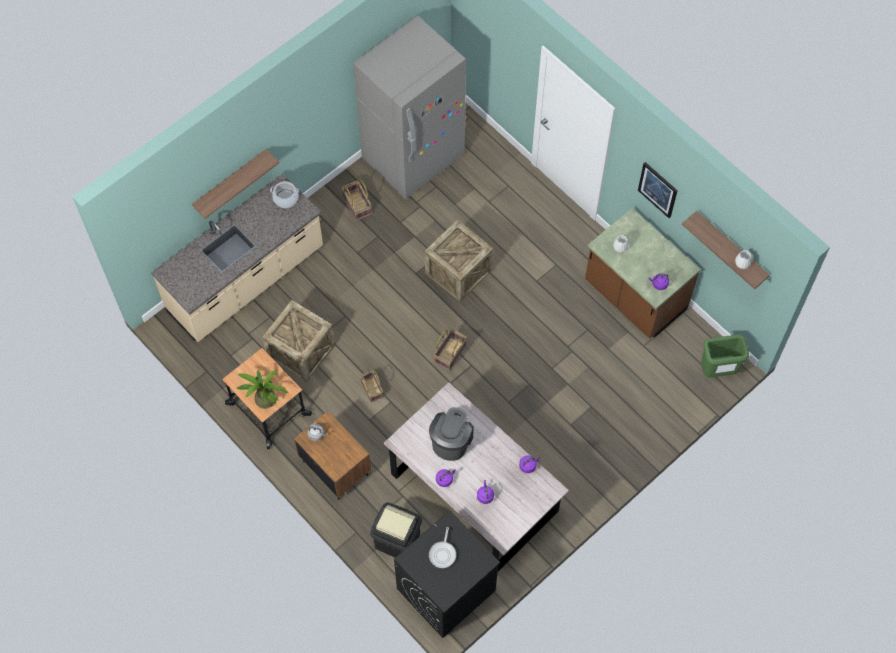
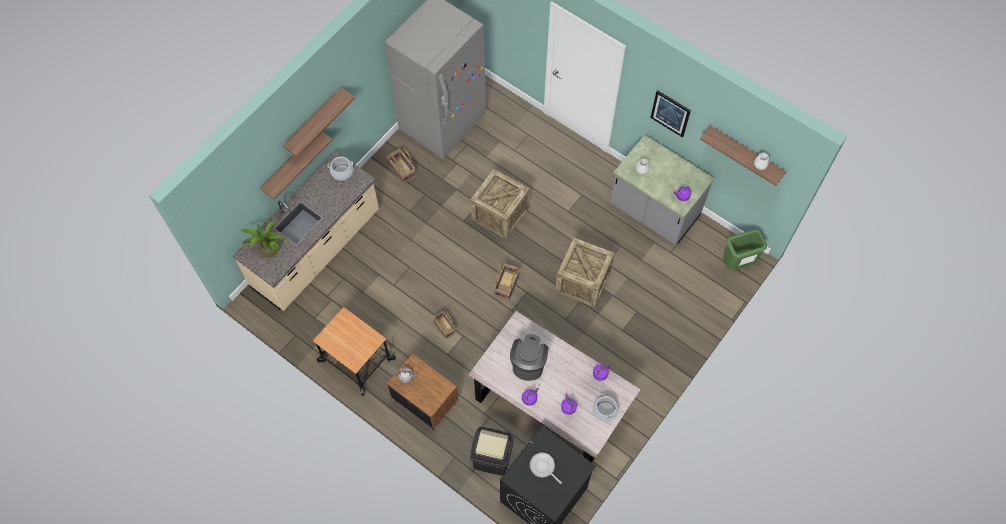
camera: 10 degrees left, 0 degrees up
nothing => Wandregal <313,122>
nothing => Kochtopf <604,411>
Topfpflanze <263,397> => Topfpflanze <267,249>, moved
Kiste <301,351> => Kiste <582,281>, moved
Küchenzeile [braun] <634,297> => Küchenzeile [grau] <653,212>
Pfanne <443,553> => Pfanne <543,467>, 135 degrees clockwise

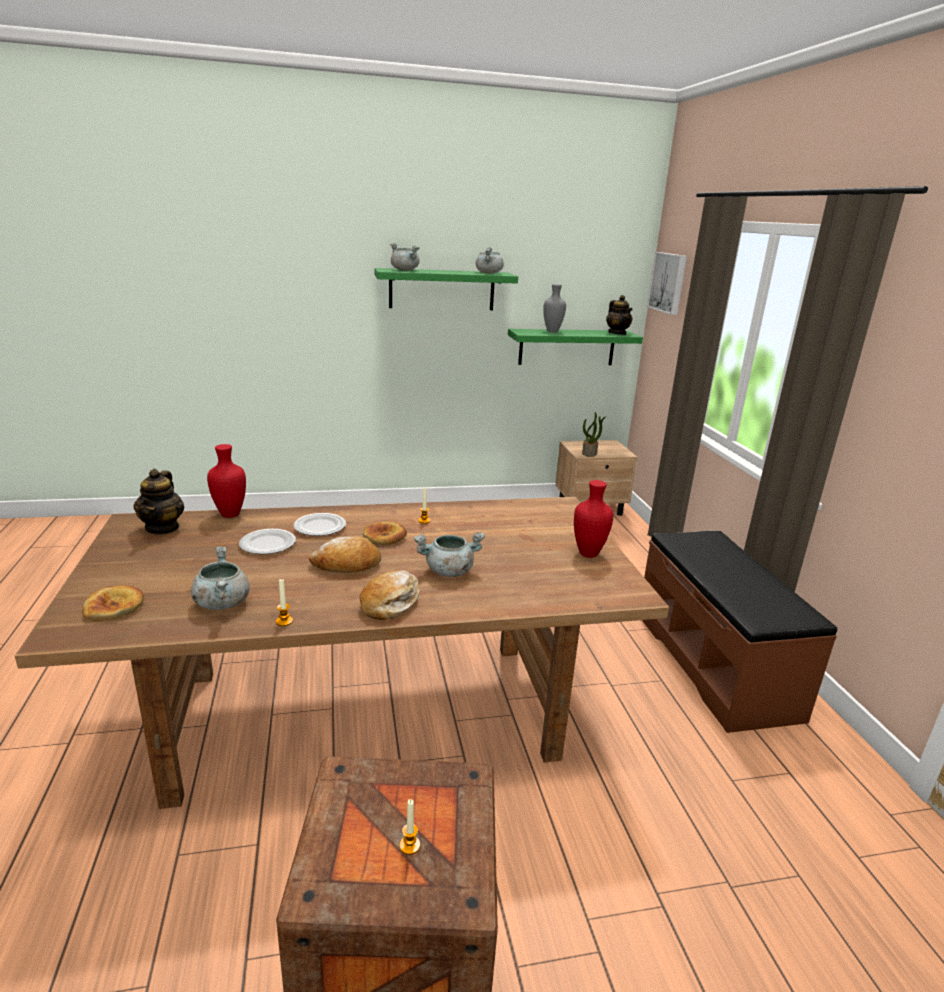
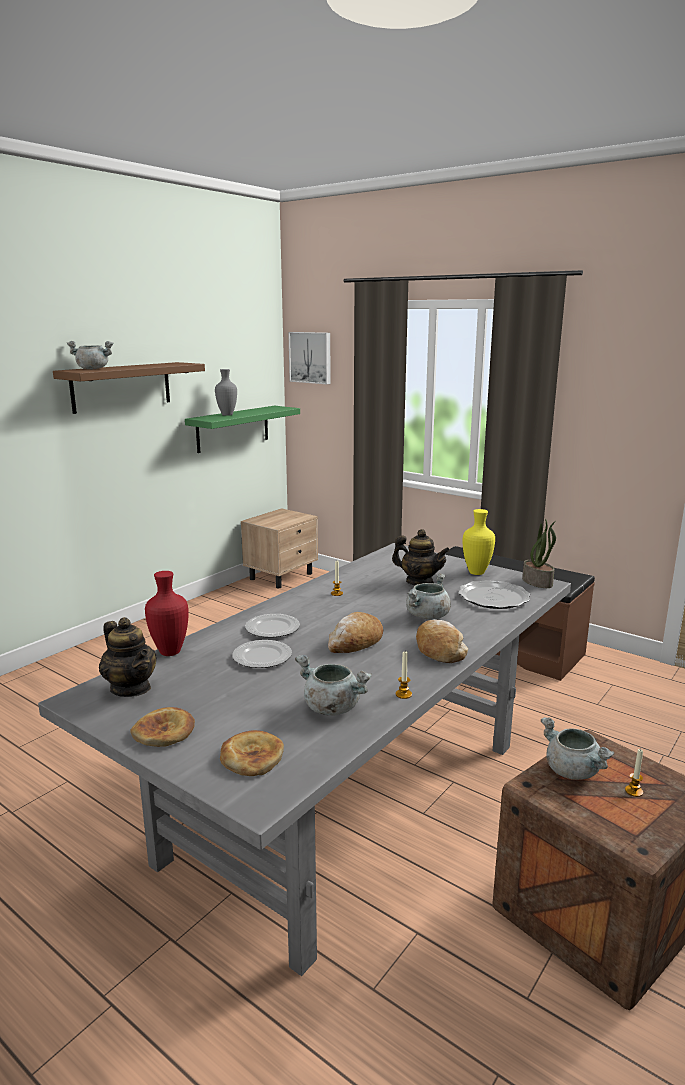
camera: 40 degrees left, 5 degrees down
nothing => Teller <493,598>
Brot <384,537> => Brot <164,732>, moved
Kochtopf [grau] <489,273> => Kochtopf [grau] <573,771>, moved
Topfpflanze <589,453> => Topfpflanze <538,582>, moved
Teekanne <617,333> => Teekanne <419,582>, moved
Esstisch [braun] <370,714> => Esstisch [grau] <352,797>
Wandregal [grün] <442,289> => Wandregal [braun] <121,387>
Vase [rot] <588,554> => Vase [gelb] <477,573>

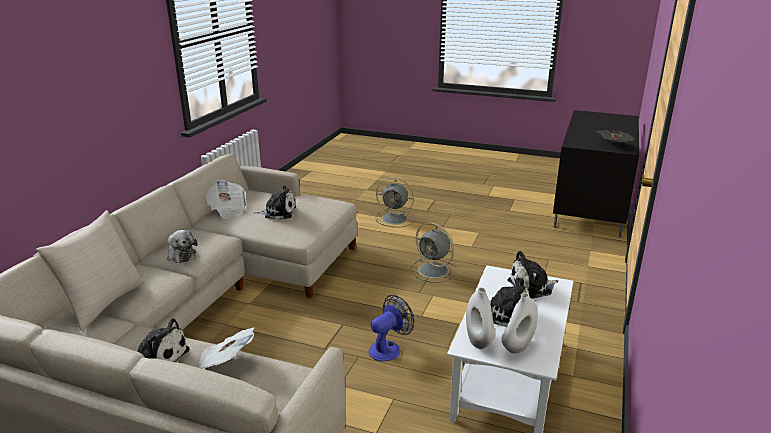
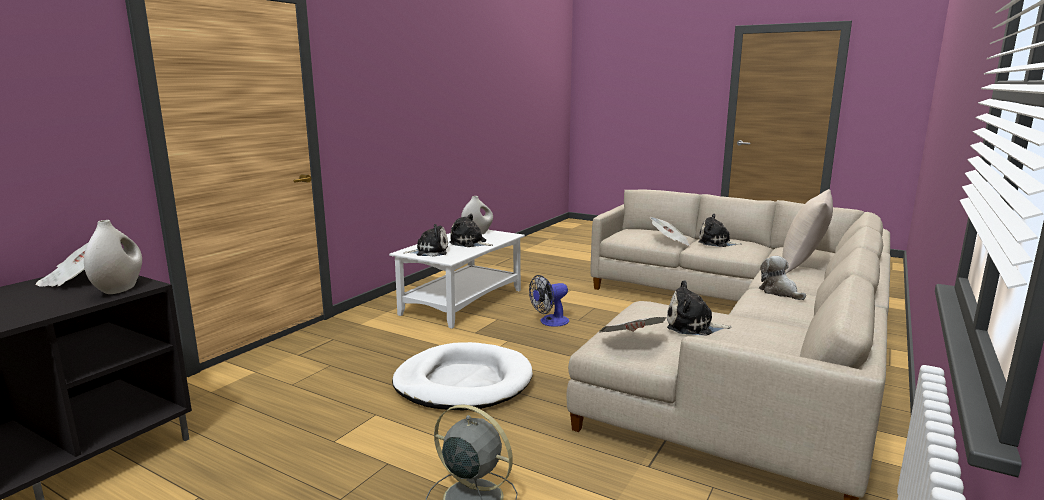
camera: 170 degrees left, 10 degrees down
Zeitung <227,210> => Zeitung <630,342>, moved
Vase [weiß] <479,341> => Vase [weiß] <119,289>, moved
Ventilator [grau] <434,271> => Hundebett [weiß] <463,382>

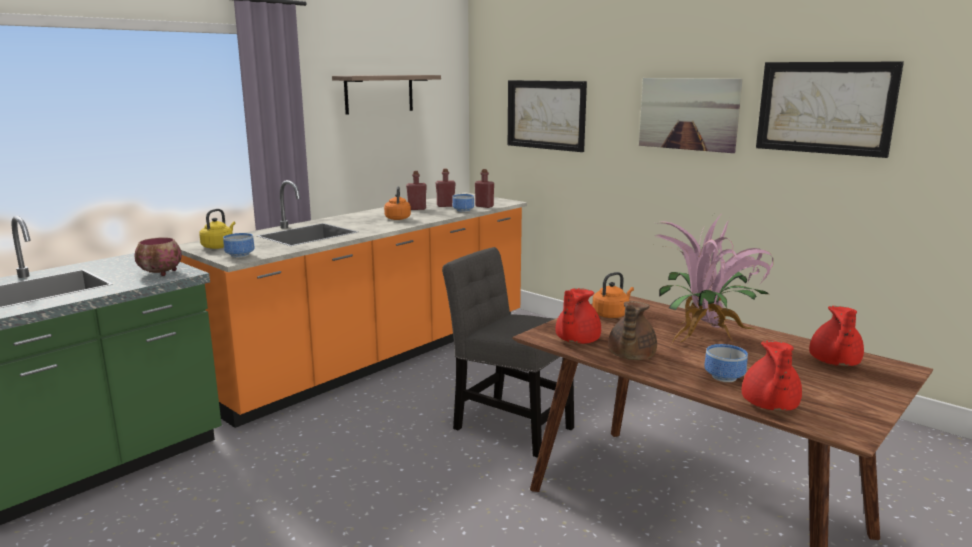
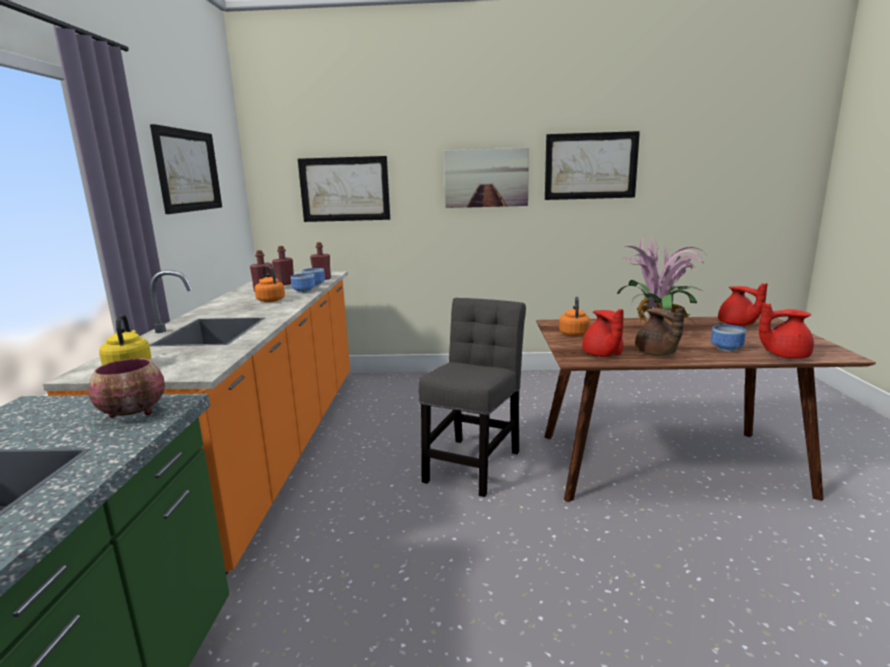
camera: 40 degrees left, 0 degrees up
Schüssel <241,255> => Schüssel <305,291>, moved
Wandregal <379,94> => Bild <188,171>
Stuhl [grau] <508,425> => Stuhl [grau] <474,463>, 120 degrees clockwise
Teekanne [rot] <769,405> => Teekanne [rot] <783,355>, 120 degrees clockwise

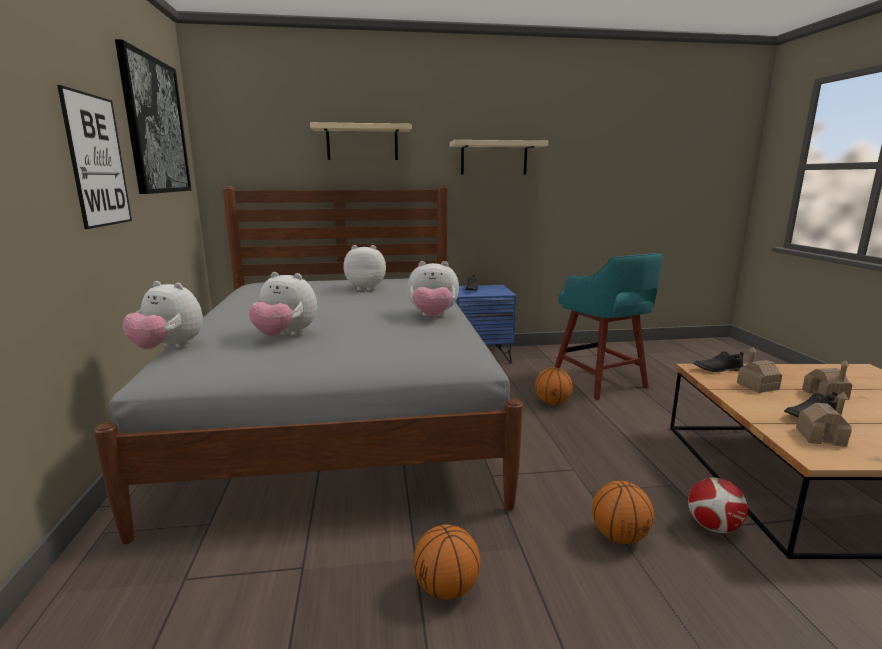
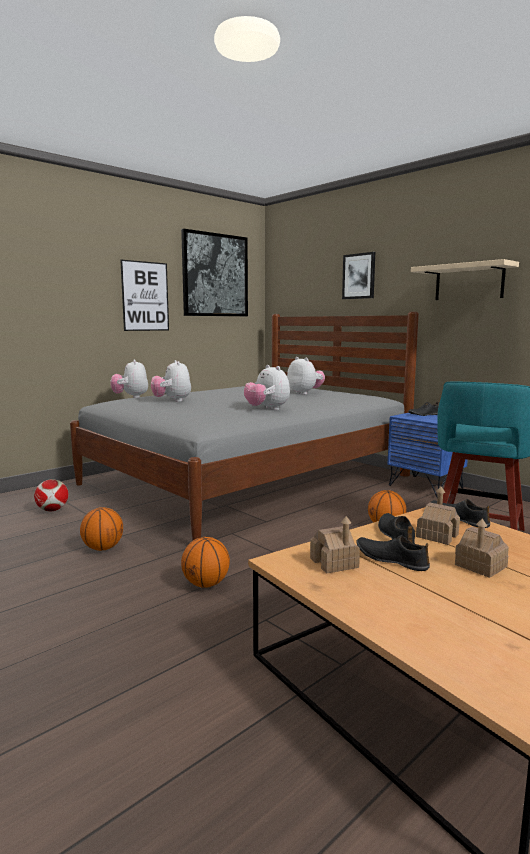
camera: 55 degrees right, 5 degrees down
nothing => Schuh [schwarz] <396,536>
Fußball <713,527> => Fußball <52,510>, moved
Wandregal [beige] <362,143> => Bild <359,276>

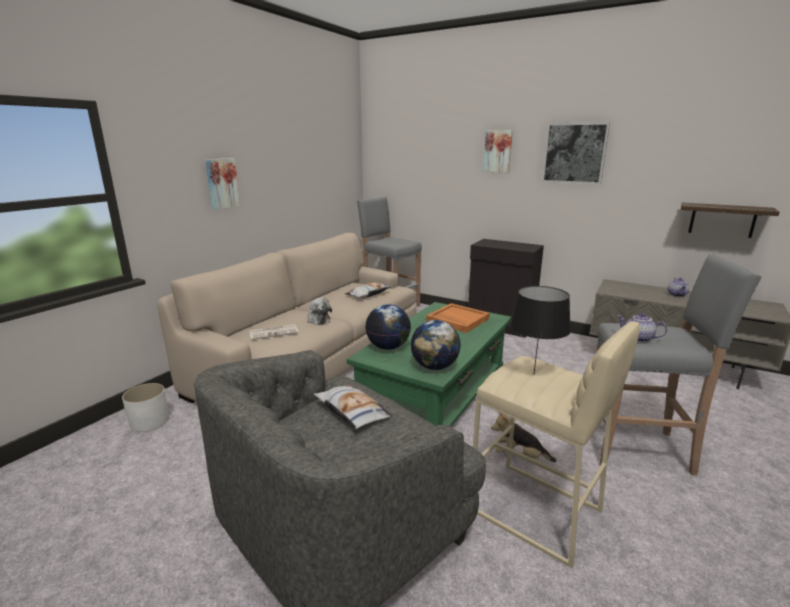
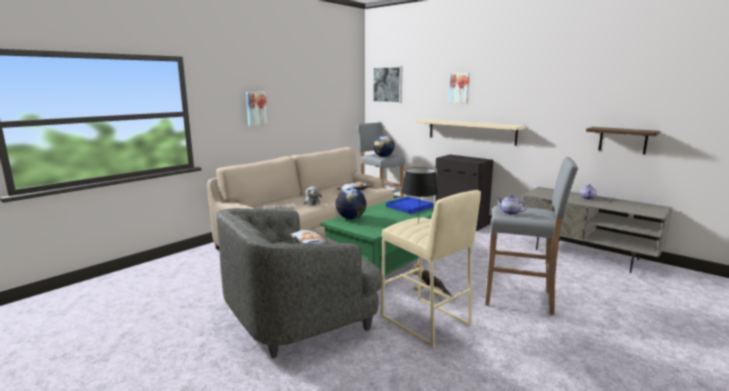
camera: 10 degrees right, 5 degrees down
Pflanzkübel [weiß] <149,421> => nothing
nothing => Wandregal [beige] <471,131>
Globus <434,367> => Globus <383,156>, moved
Bild <574,153> => Bild <387,84>, moved
Tablett [orange] <457,320> => Tablett [blau] <409,207>

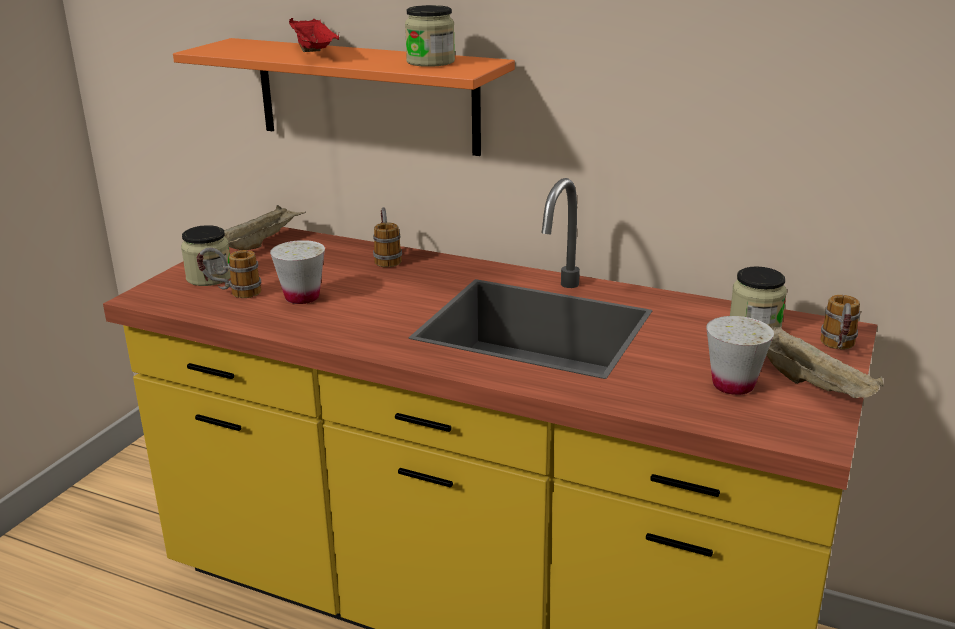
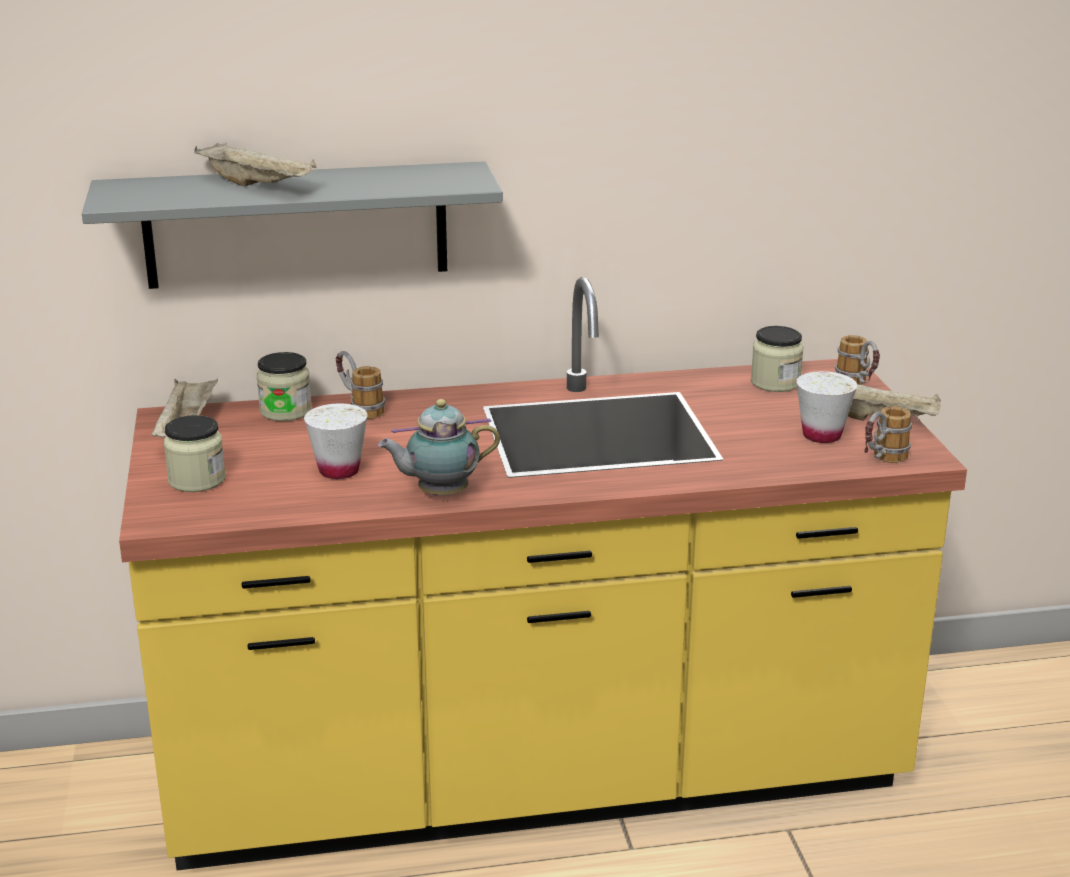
camera: 35 degrees left, 0 degrees up
nothing => Teekanne <439,494>
Henkelbecher <232,293> => Henkelbecher <882,460>, moved
Vorratsglas <430,62> => Vorratsglas <285,411>, moved
Wandregal [orange] <366,96> => Wandregal [grau] <296,225>
Tablett [rot] <314,53> => Tablett [beige] <258,185>

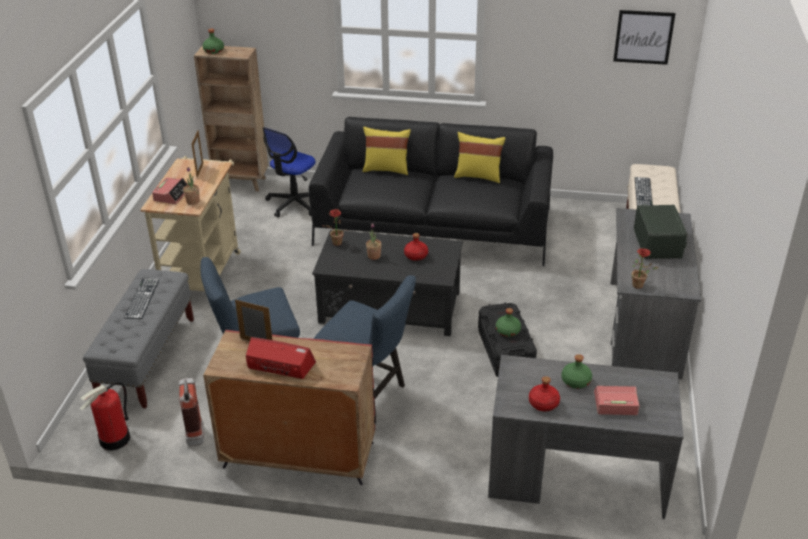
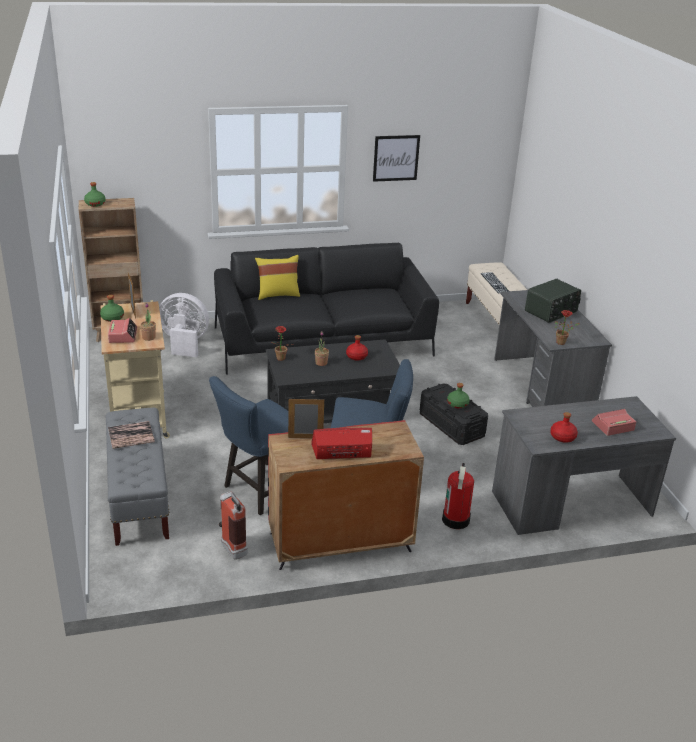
camera: 25 degrees left, 5 degrees down
Kissen [gelb] <478,176> => nothing
Feuerlöscher <115,439> => Feuerlöscher <456,520>, moved
Flasche [grün] <575,381> => Flasche [grün] <112,318>, moved
Bild <643,37> => Bild <396,158>, moved
Tastatur <142,298> => Buch <131,436>
Bürostuhl <294,204> => Ventilator [weiß] <184,343>
Radio <658,244> => Radio <551,312>, 75 degrees clockwise

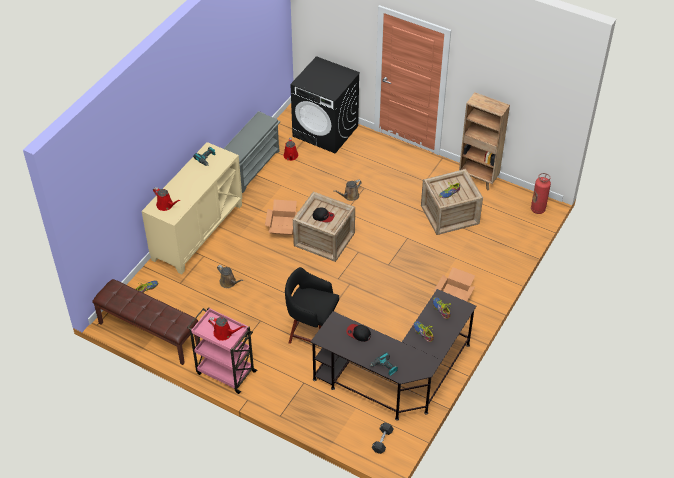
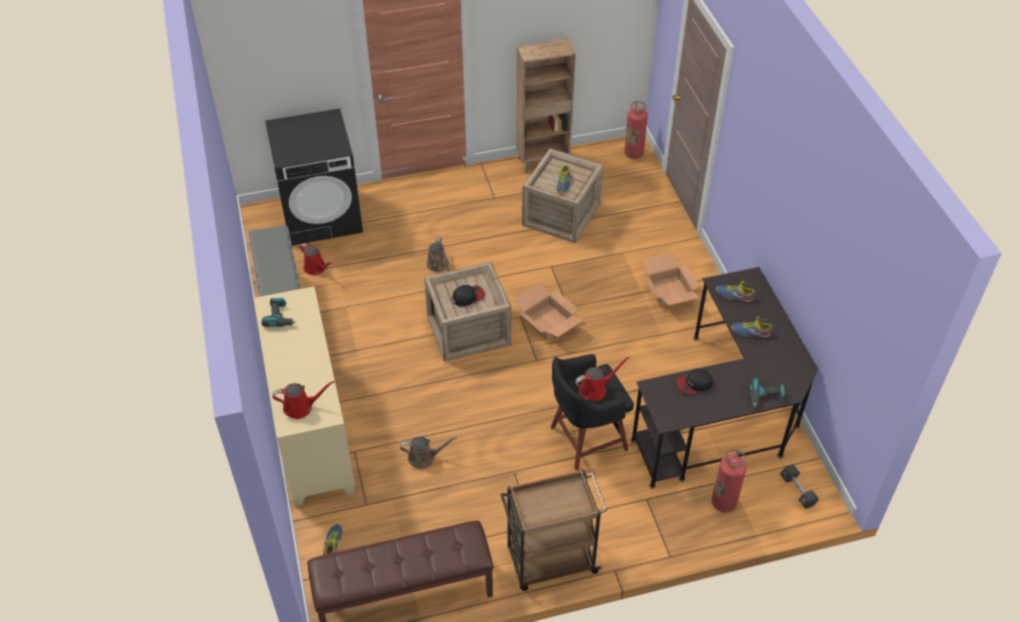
camera: 45 degrees left, 0 degrees up
nothing => Feuerlöscher <723,503>
Gießkanne [rot] <224,333> => Gießkanne [rot] <595,389>, moved
Karton <283,225> => Karton <548,321>, moved
Rollwagen [rosa] <225,372> => Rollwagen [braun] <550,561>

